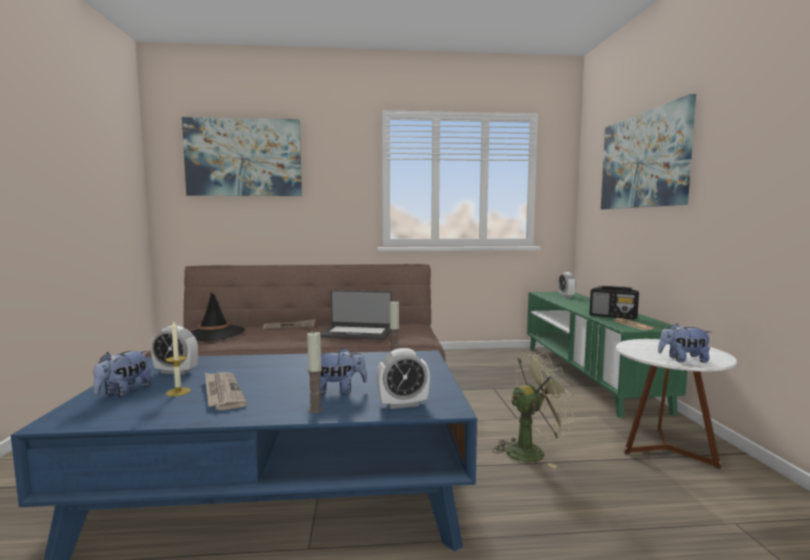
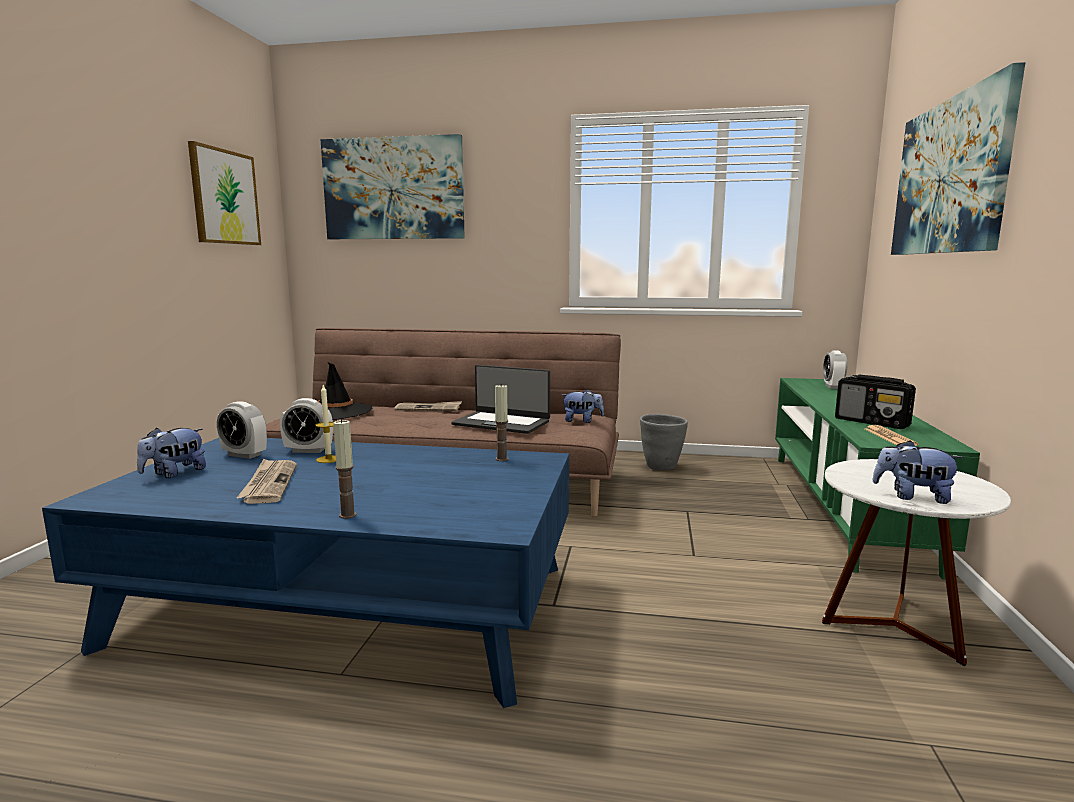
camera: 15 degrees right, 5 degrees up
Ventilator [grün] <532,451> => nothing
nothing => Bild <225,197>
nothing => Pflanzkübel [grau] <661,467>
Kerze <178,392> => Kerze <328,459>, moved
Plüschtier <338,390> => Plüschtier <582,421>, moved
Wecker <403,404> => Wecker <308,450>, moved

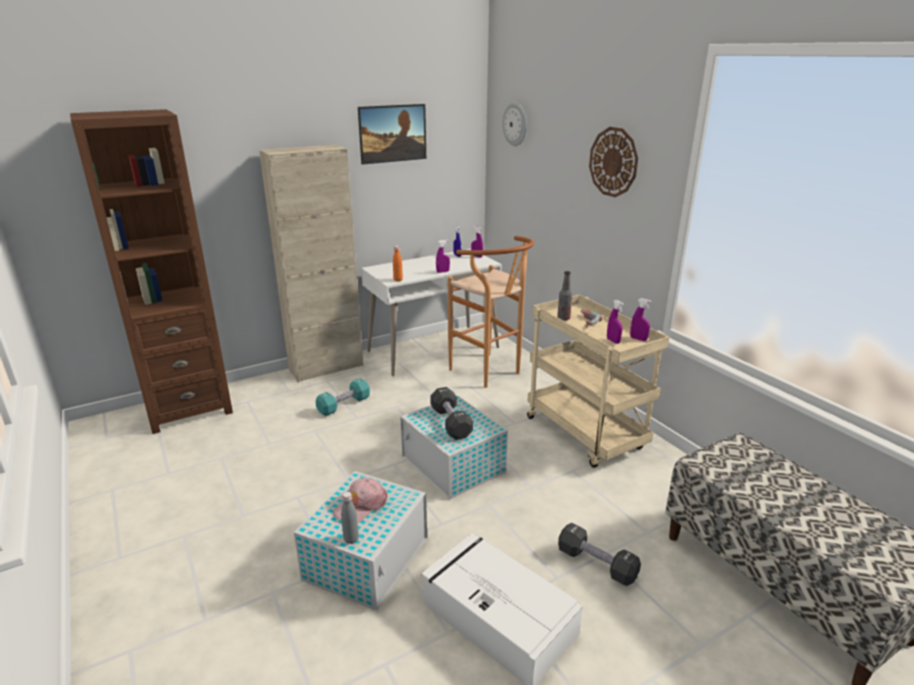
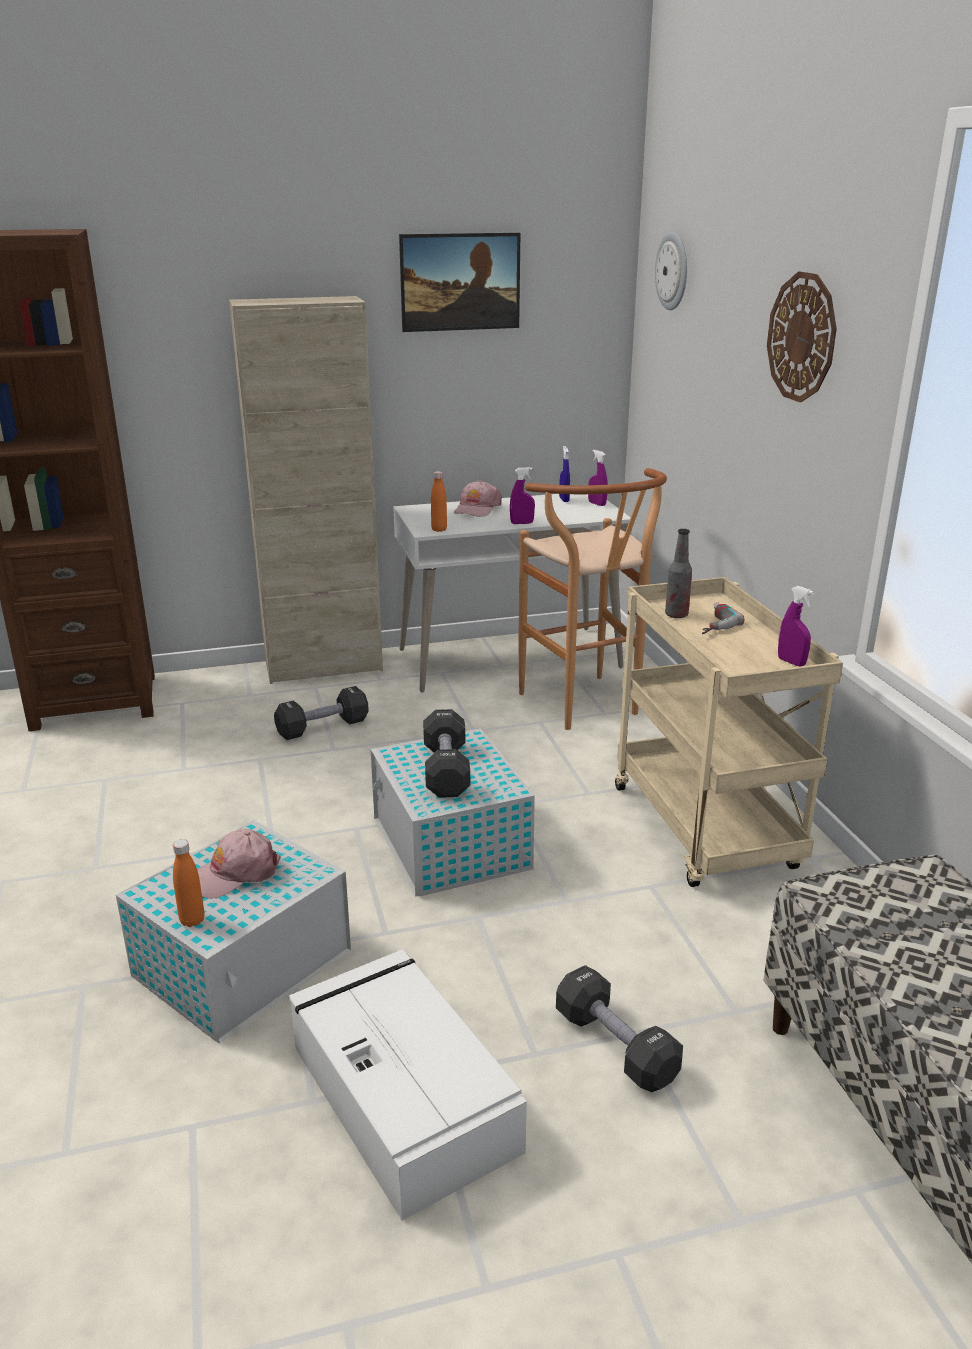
camera: 15 degrees right, 0 degrees up
Sprühflasche [lila] <613,341> => nothing
nothing => Kappe [rosa] <477,509>
Hantel [türkis] <344,405> => Hantel [schwarz] <323,727>
Flasche [grau] <351,539> => Flasche [orange] <192,920>

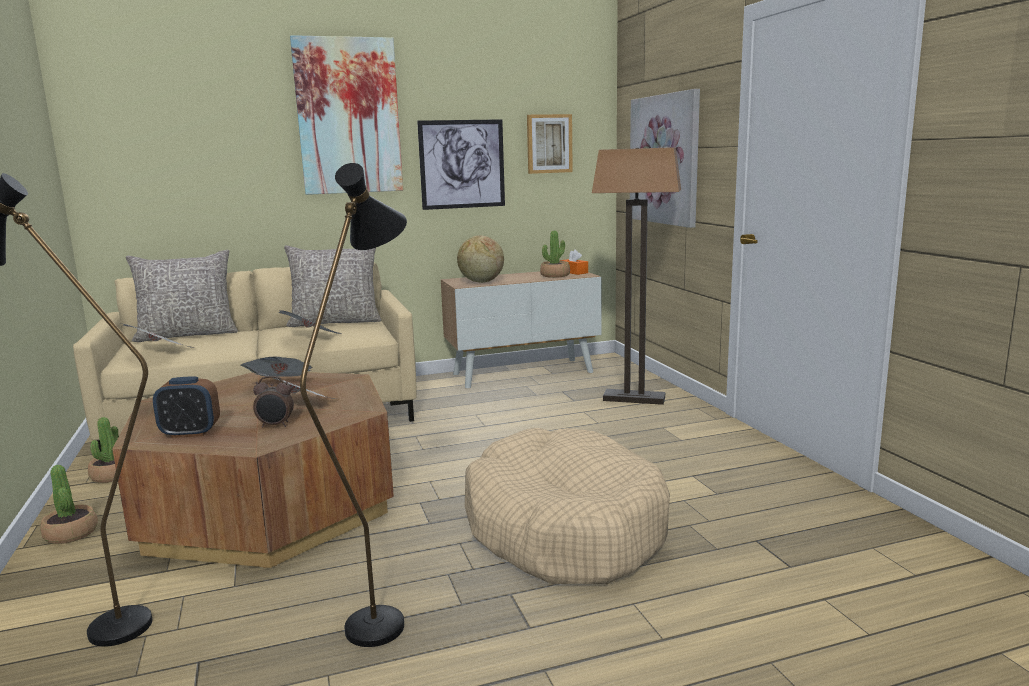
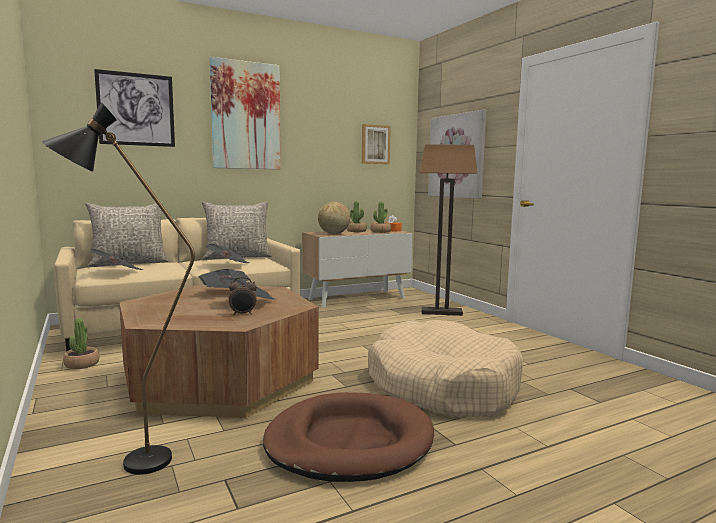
camera: 10 degrees left, 5 degrees down
Wecker <190,433> => nothing
Topfpflanze <71,533> => Topfpflanze <356,231>, moved
Bild <462,164> => Bild <136,109>, moved
Stehlampe [schwarz] <385,614> => Hundebett [braun] <349,442>

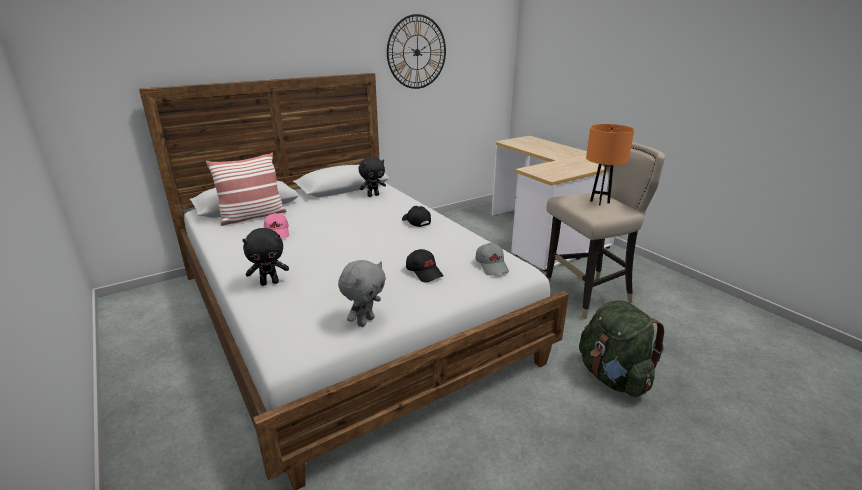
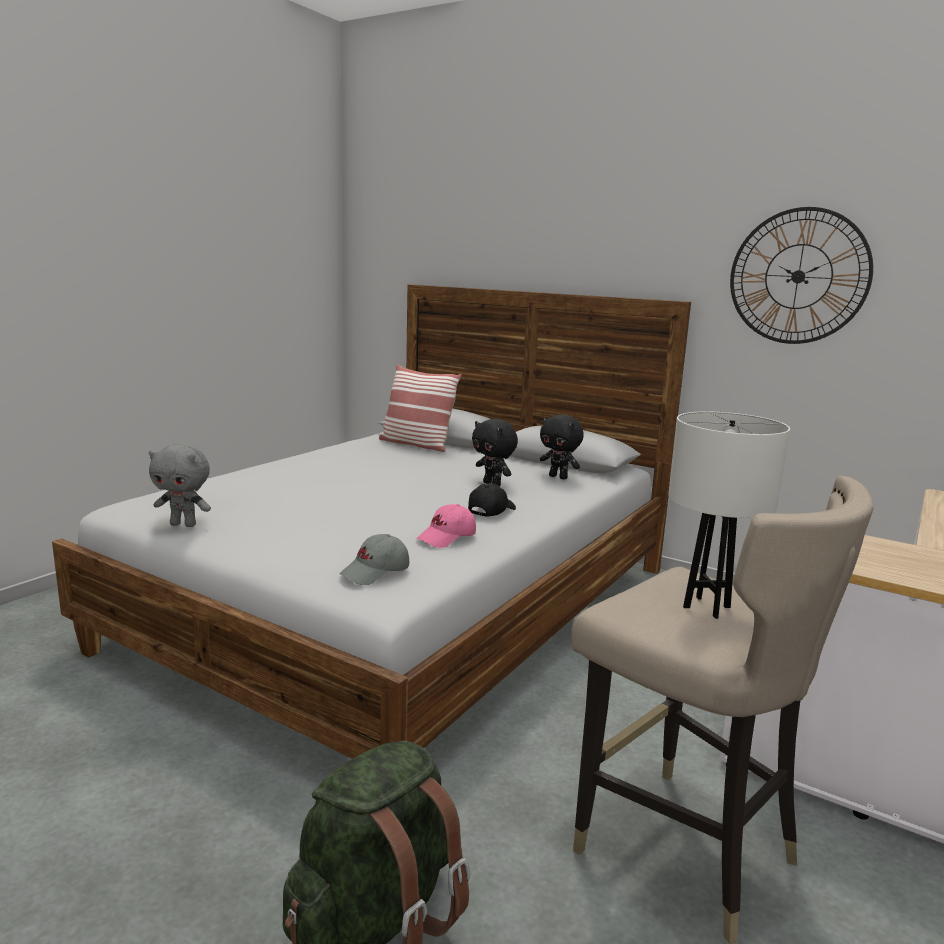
camera: 65 degrees right, 10 degrees down
Kappe [schwarz] <424,272> => nothing
Plüschtier [schwarz] <270,282> => Plüschtier [schwarz] <493,484>, moved
Kappe [rosa] <277,233> => Kappe [rosa] <447,538>, moved
Tischlampe [orange] <600,202> => Tischlampe [weiß] <706,607>

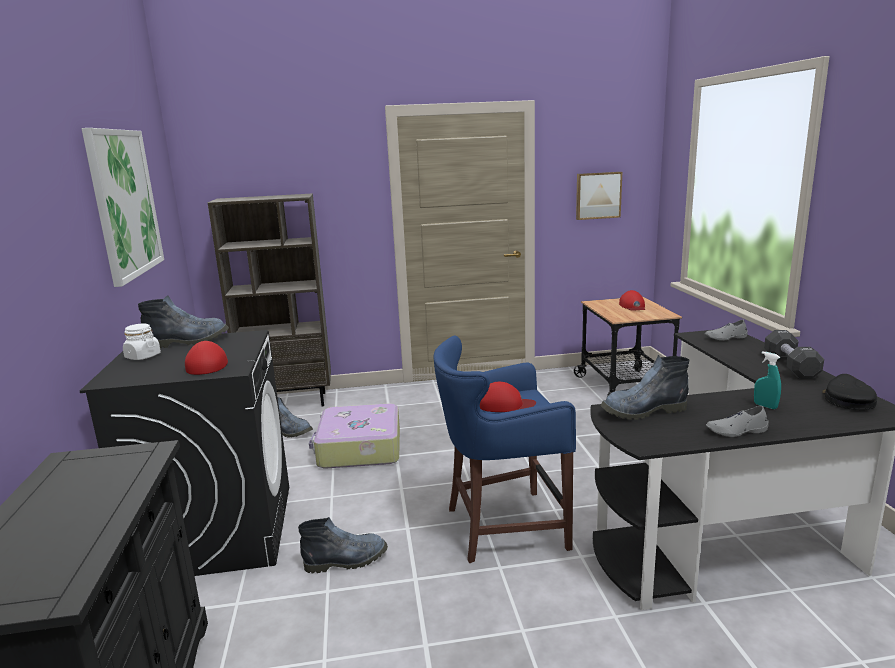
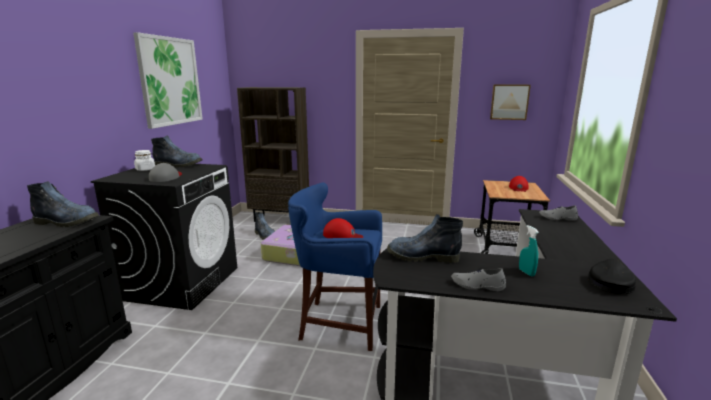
camera: 20 degrees right, 0 degrees up
Hantel [schwarz] <790,366> => nothing
Stiefel <347,560> => Stiefel <67,222>, moved
Kappe [rot] <208,364> => Kappe [grau] <166,177>

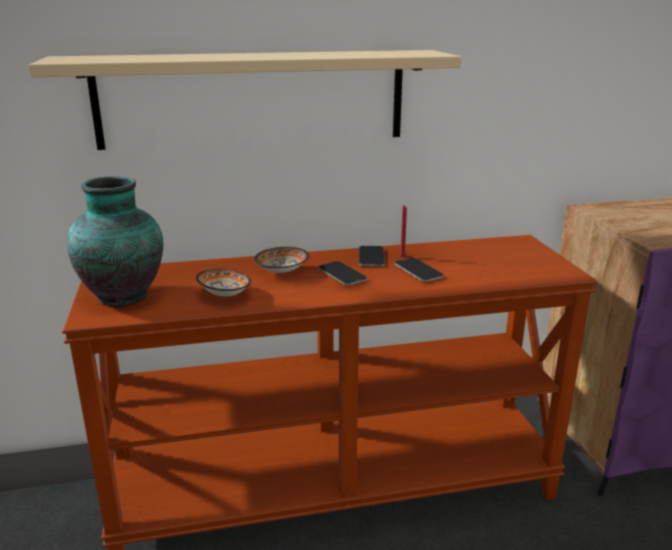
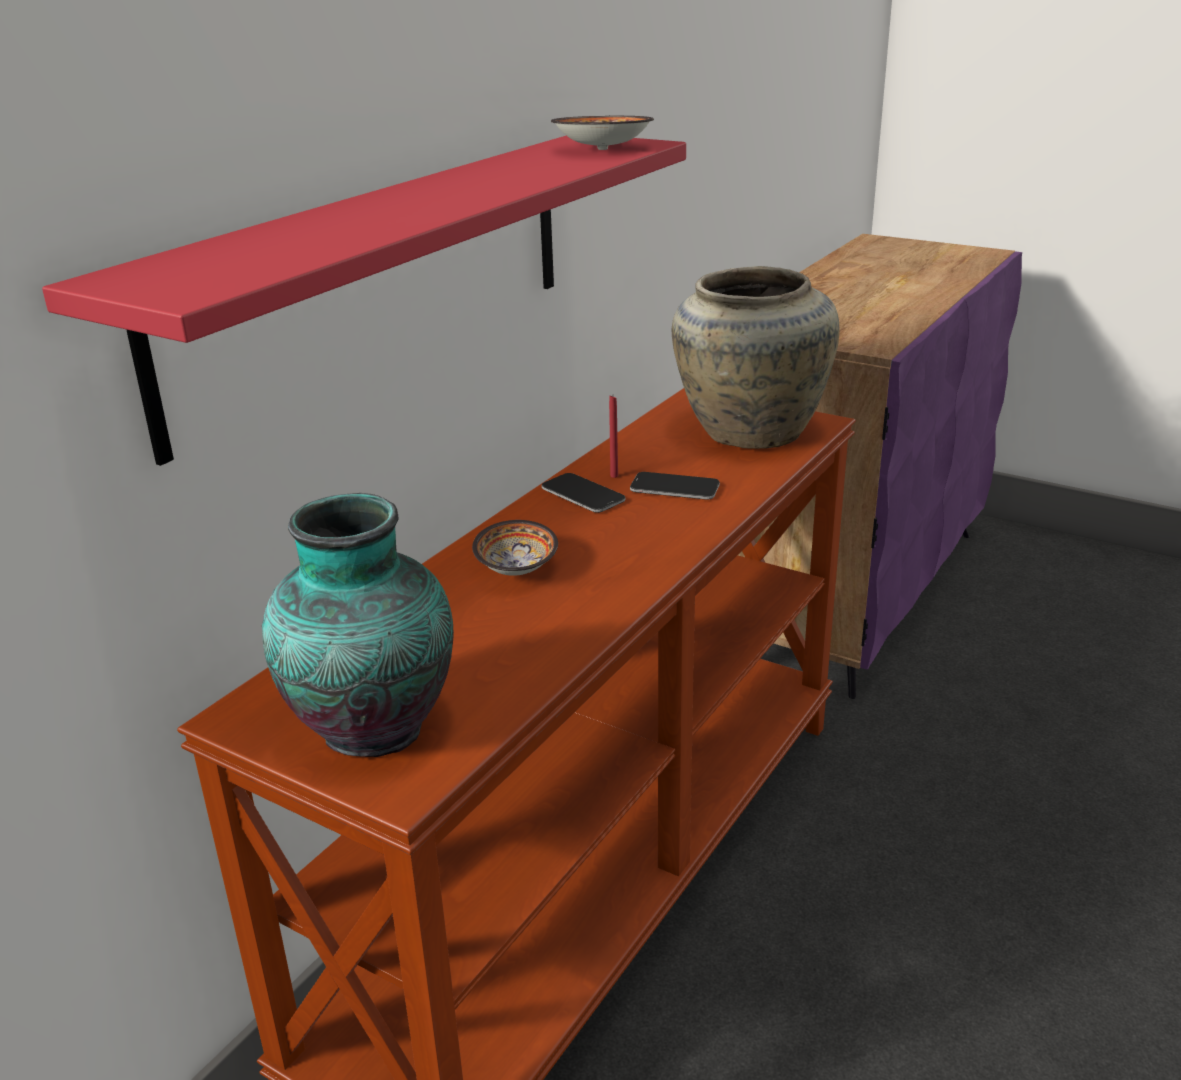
camera: 45 degrees left, 5 degrees up
Handy <342,274> => nothing
nothing => Vase [beige] <748,431>
Schüssel <224,295> => Schüssel <602,149>, moved
Wandregal [beige] <253,98> => Wandregal [rot] <380,277>

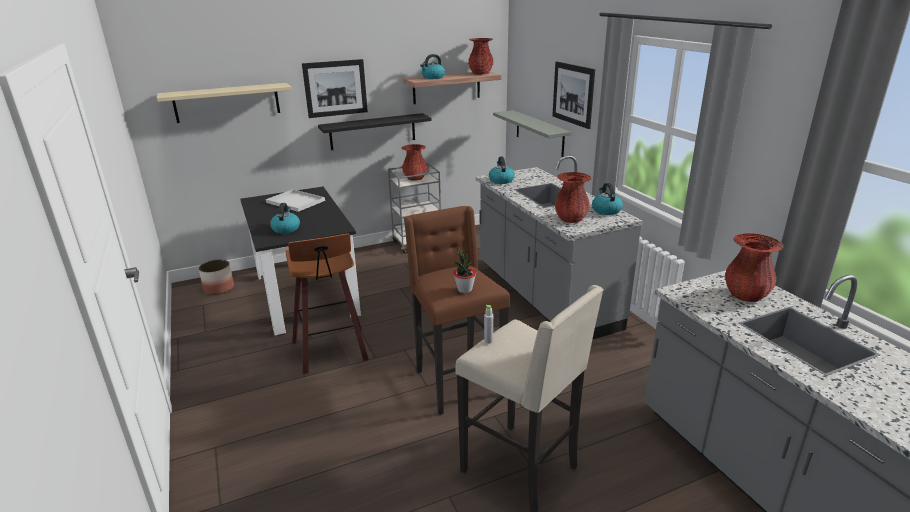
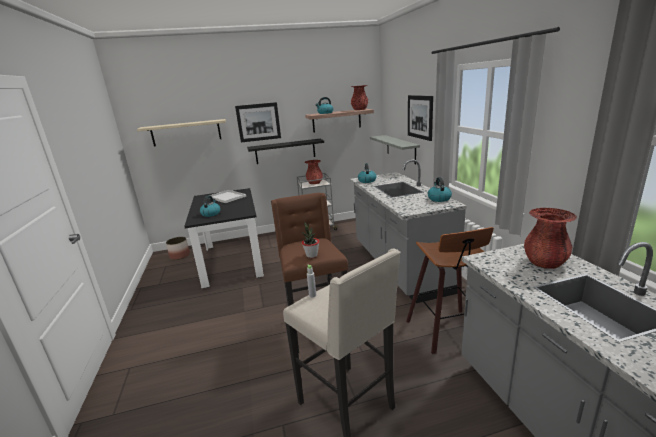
camera: 10 degrees right, 5 degrees down
Vase [rot] <570,219> => nothing
Hocker <332,351> => Hocker <447,332>, moved

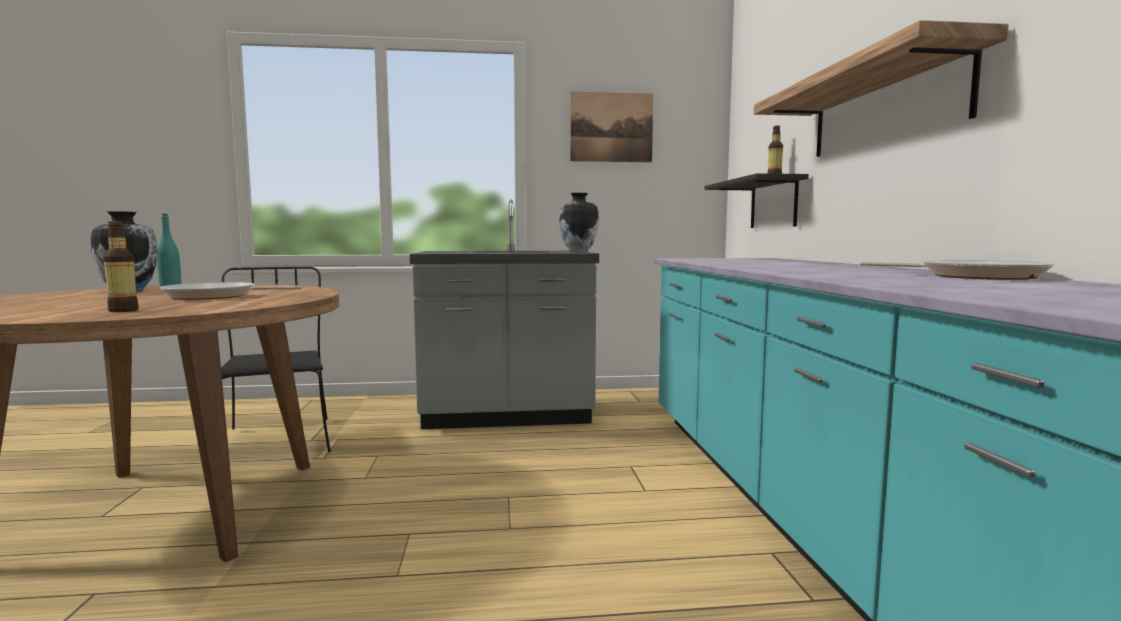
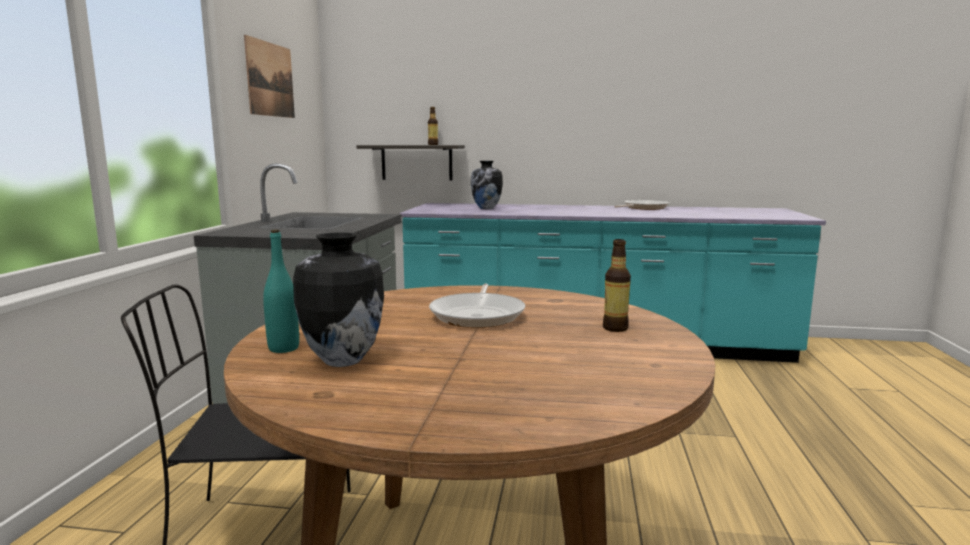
camera: 75 degrees left, 5 degrees up
Wandregal <883,108> => nothing
Vase <578,252> => Vase <486,208>, moved

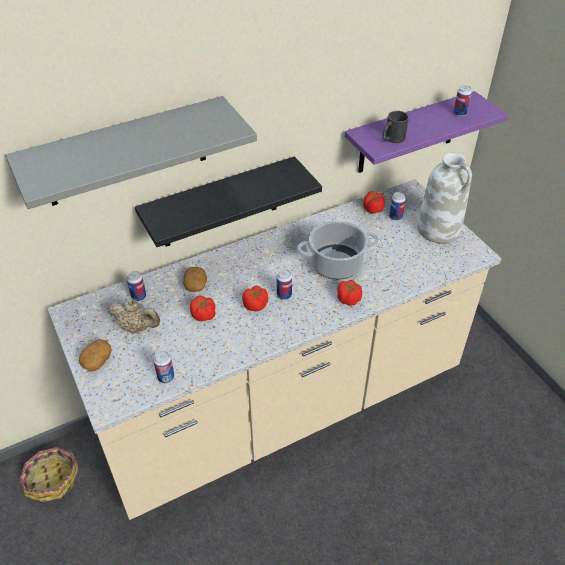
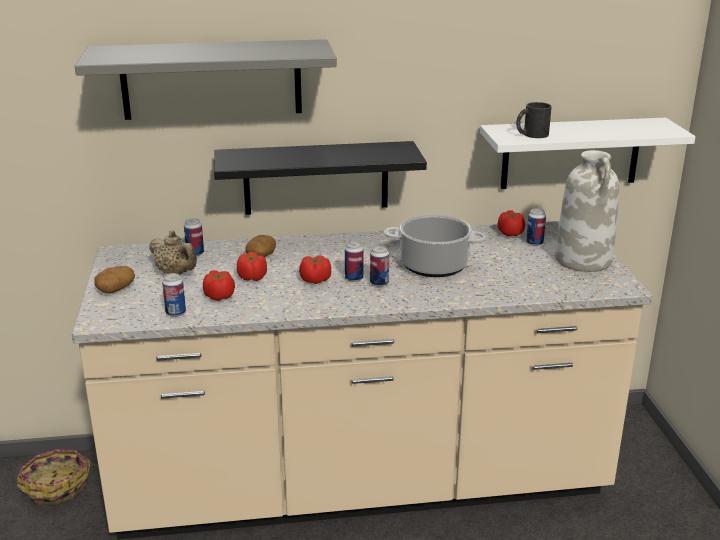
camera: 20 degrees right, 20 degrees down
Tomate <348,299> => Tomate <219,296>, moved
Dose <460,113> => Dose <379,283>, moved
Wandregal [lila] <408,133> => Wandregal [weiß] <570,153>

